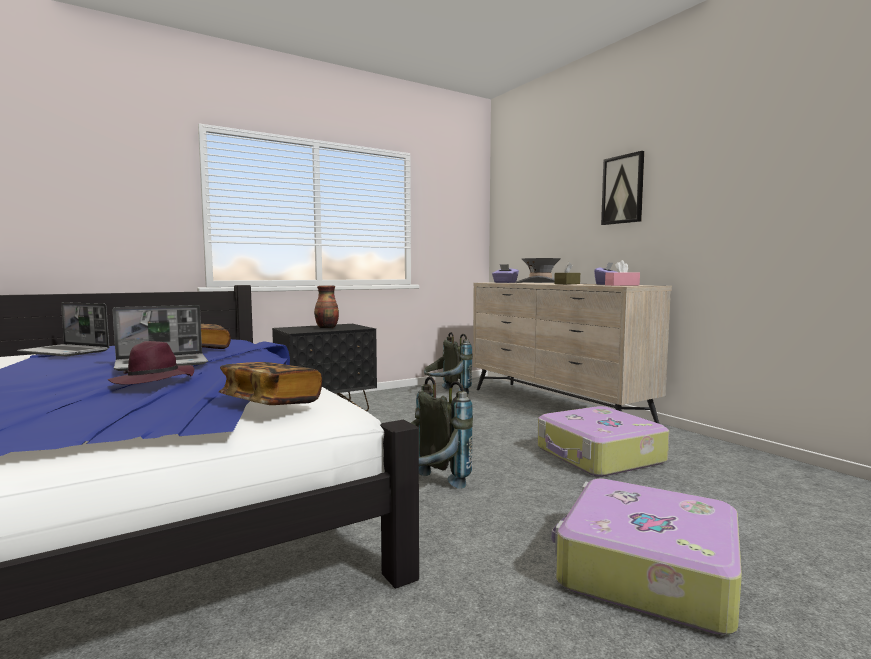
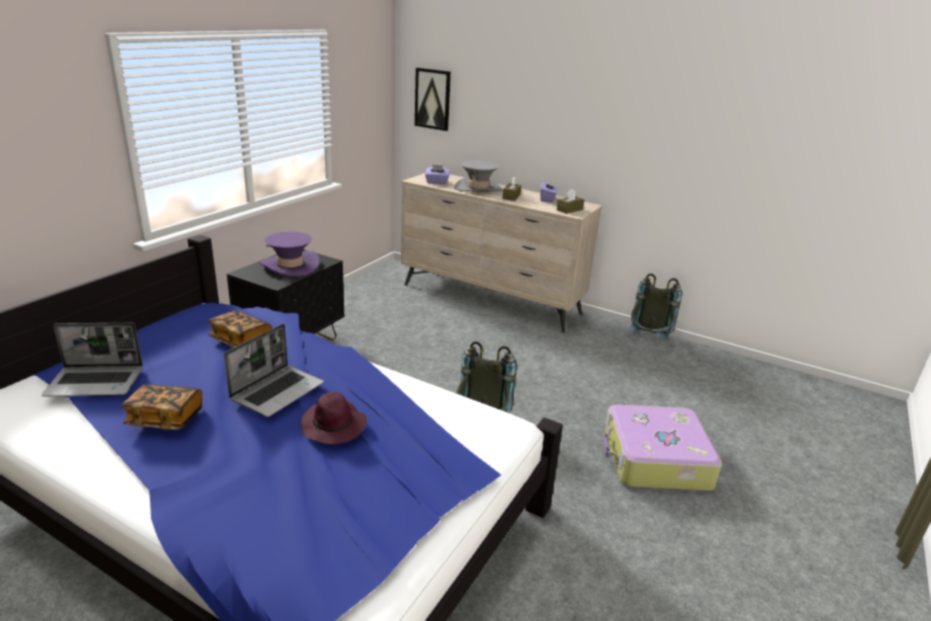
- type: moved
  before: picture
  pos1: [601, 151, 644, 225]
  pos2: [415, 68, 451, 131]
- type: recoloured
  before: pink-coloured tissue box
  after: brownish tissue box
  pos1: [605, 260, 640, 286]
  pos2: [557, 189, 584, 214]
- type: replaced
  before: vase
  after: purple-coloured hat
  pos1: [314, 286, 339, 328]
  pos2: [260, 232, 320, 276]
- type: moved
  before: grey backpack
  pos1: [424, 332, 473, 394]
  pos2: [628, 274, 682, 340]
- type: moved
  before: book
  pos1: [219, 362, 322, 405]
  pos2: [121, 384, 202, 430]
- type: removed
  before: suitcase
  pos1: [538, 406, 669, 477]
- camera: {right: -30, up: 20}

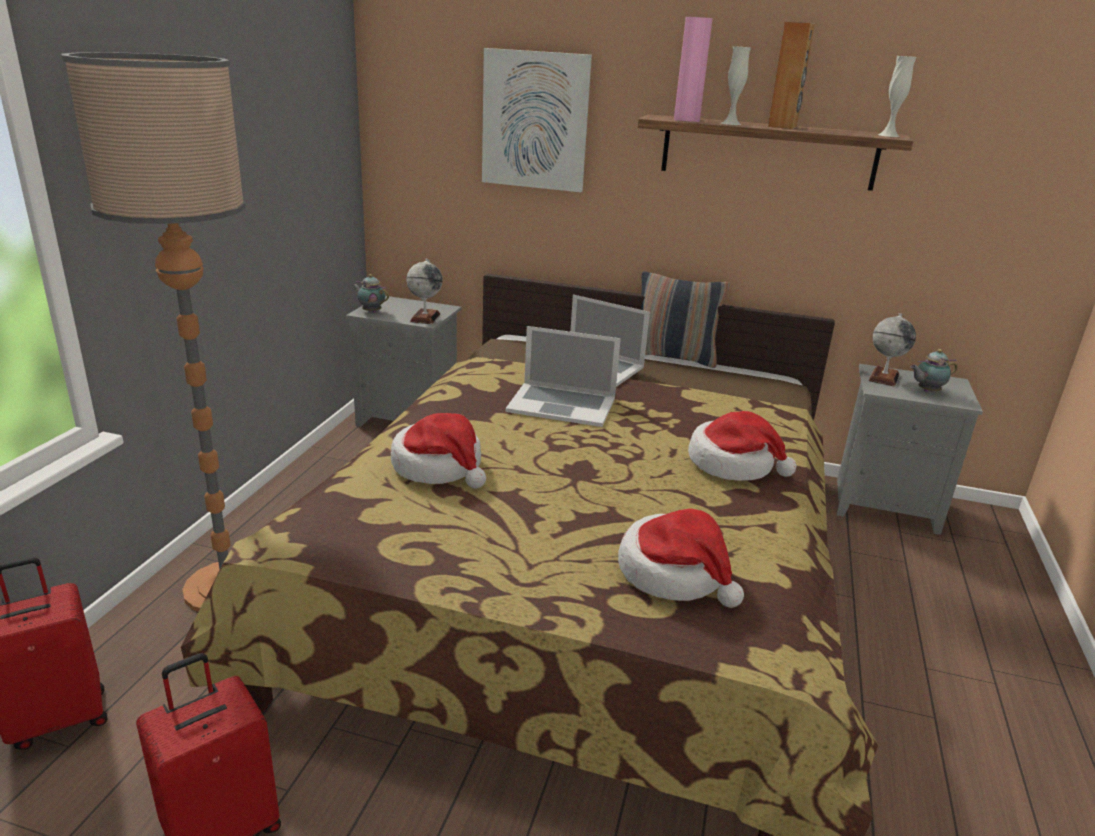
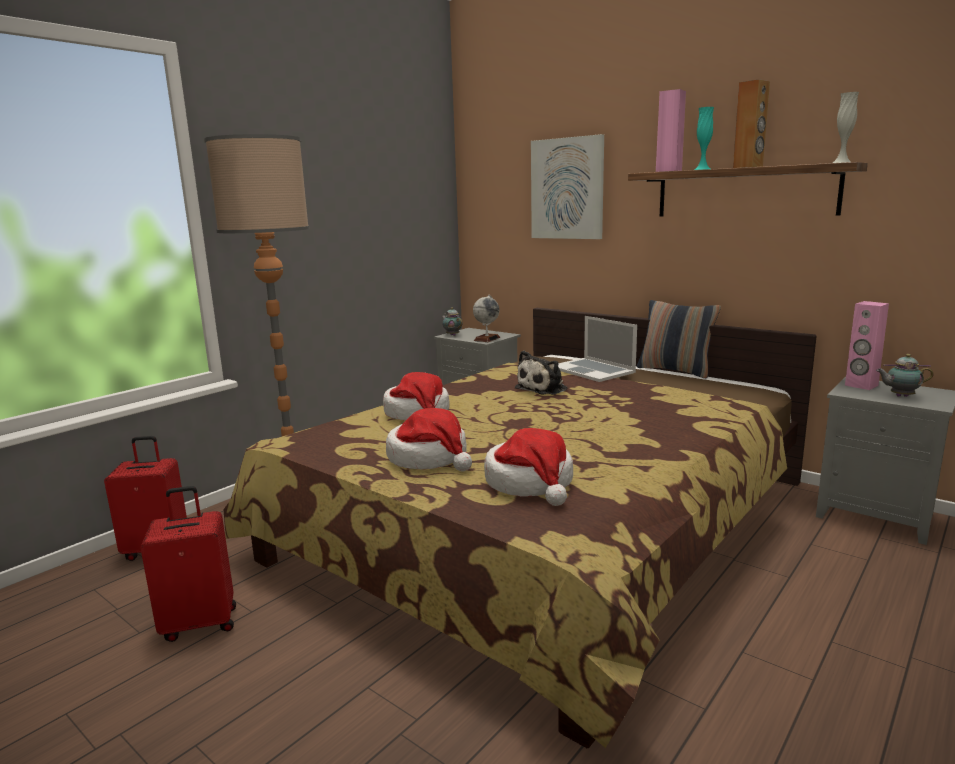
- type: recoloured
  before: whitish vase
  after: turquoise-coloured vase
  pos1: [721, 46, 751, 125]
  pos2: [695, 107, 714, 170]
- type: replaced
  before: desk globe
  after: pink-coloured loudspeaker
  pos1: [868, 313, 916, 387]
  pos2: [845, 301, 889, 390]
- type: replaced
  before: notebook computer
  after: plush toy
  pos1: [505, 326, 621, 427]
  pos2: [515, 351, 568, 395]
- type: moved
  before: hat
  pos1: [688, 411, 797, 481]
  pos2: [386, 408, 472, 471]
- camera: {right: 25, up: -10}

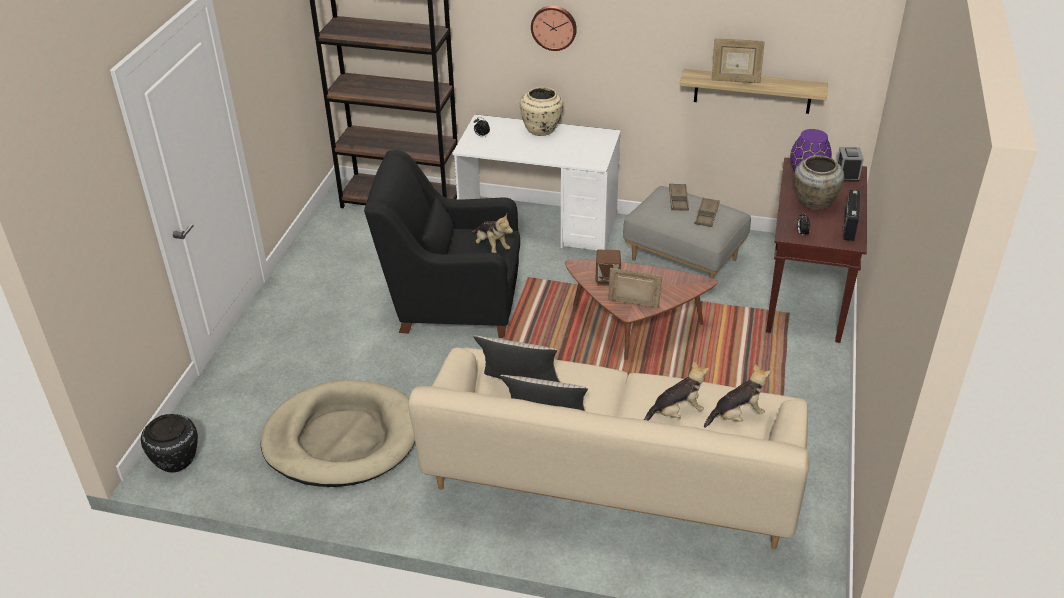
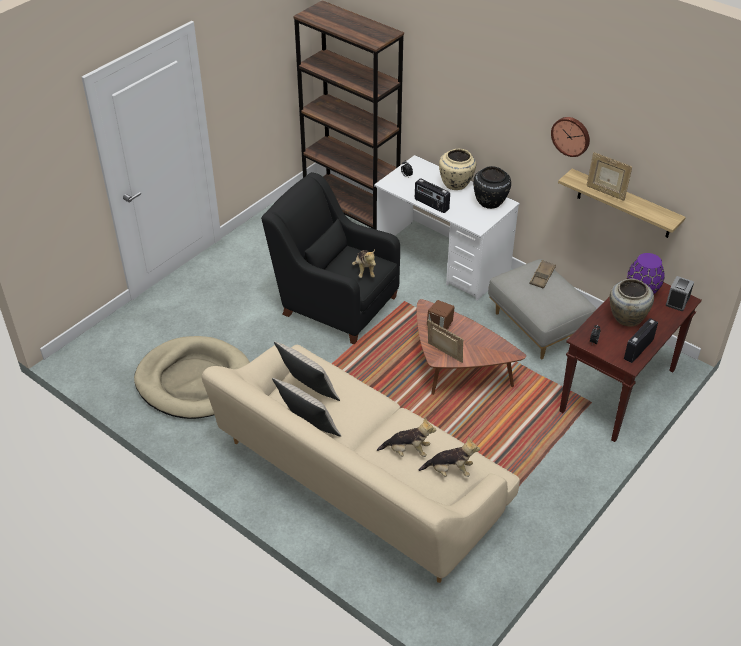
- type: moved
  before: clock on the wall
  pos1: [531, 6, 577, 51]
  pos2: [551, 117, 590, 157]
- type: removed
  before: brownish serving tray
  pos1: [694, 197, 720, 227]
- type: moved
  before: blackish vase
  pos1: [141, 414, 198, 473]
  pos2: [473, 166, 511, 209]
- type: added
  after: radio set
  pos2: [415, 178, 450, 213]
- camera: {right: 25, up: 5}

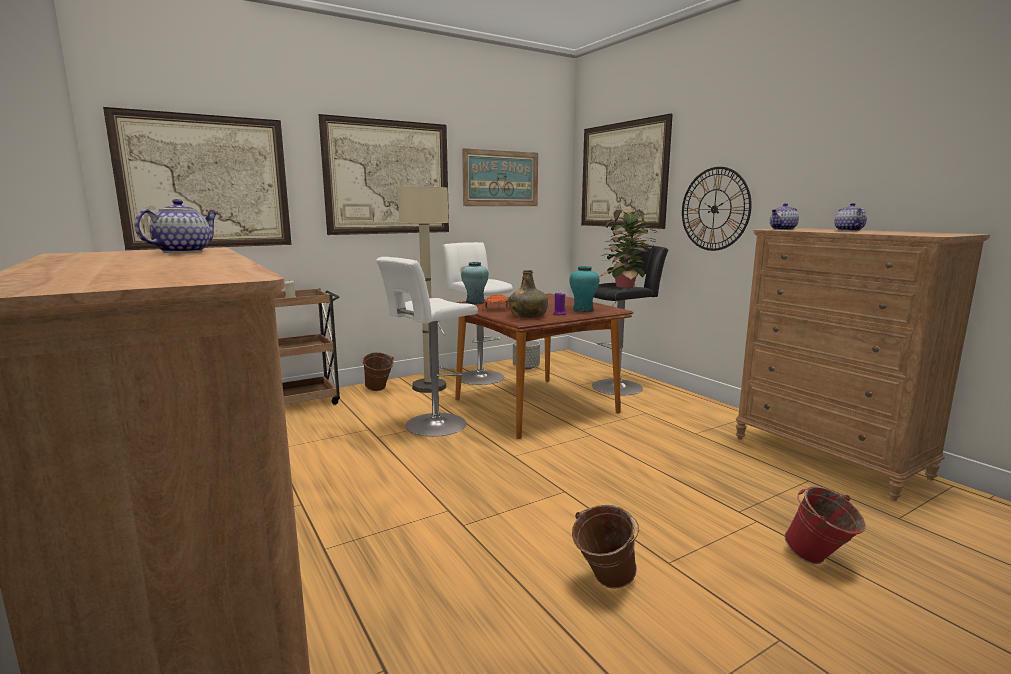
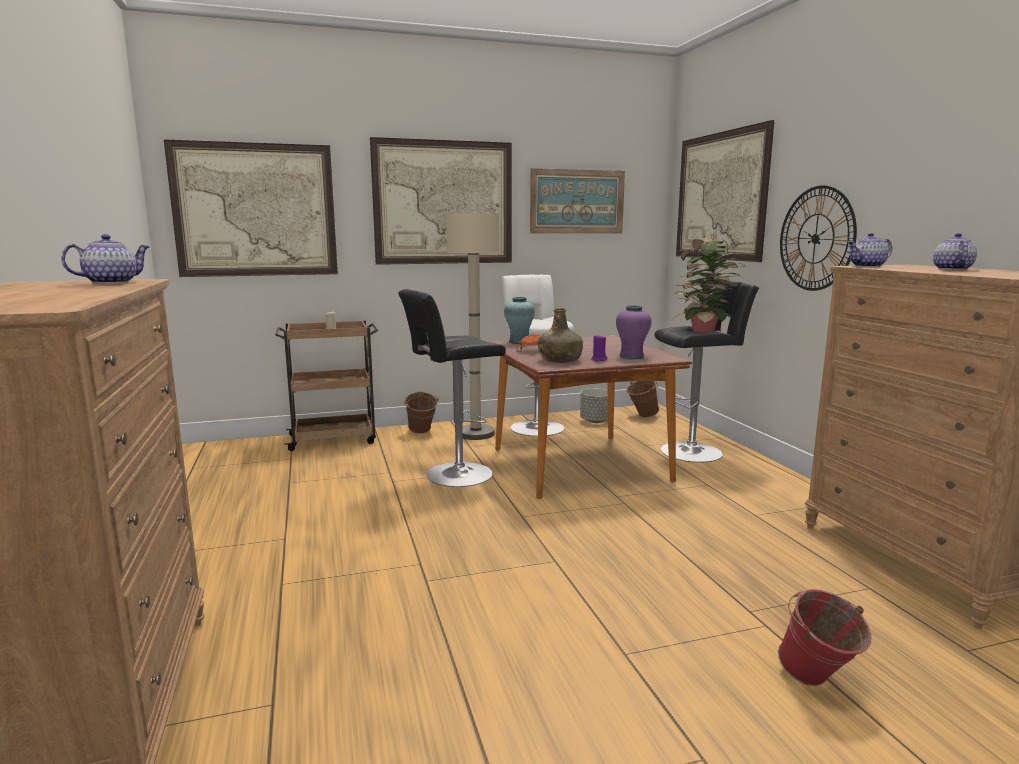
- type: recoloured
  before: whitish stool seat
  after: blackish stool seat
  pos1: [376, 257, 478, 437]
  pos2: [398, 289, 506, 487]
- type: recoloured
  before: turquoise-coloured vase
  after: purple-coloured vase
  pos1: [569, 266, 599, 312]
  pos2: [616, 305, 651, 359]
- type: moved
  before: brownish pail
  pos1: [572, 505, 639, 589]
  pos2: [627, 381, 659, 417]
- camera: {right: 15, up: 0}

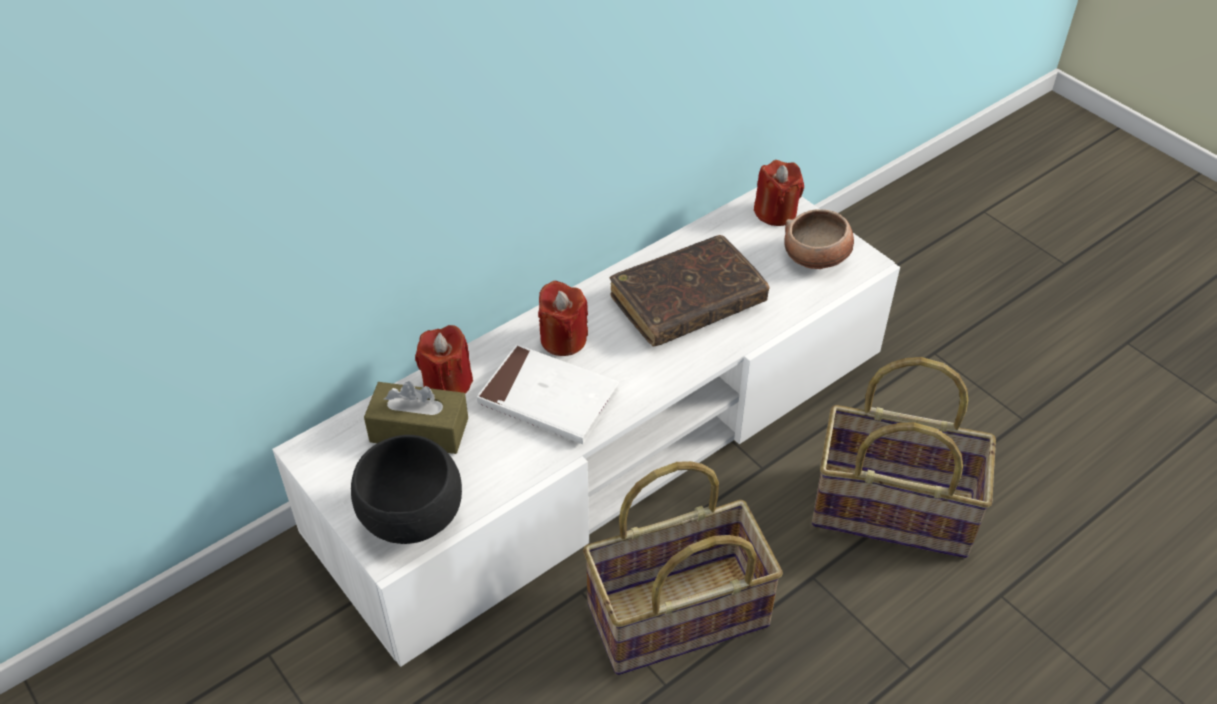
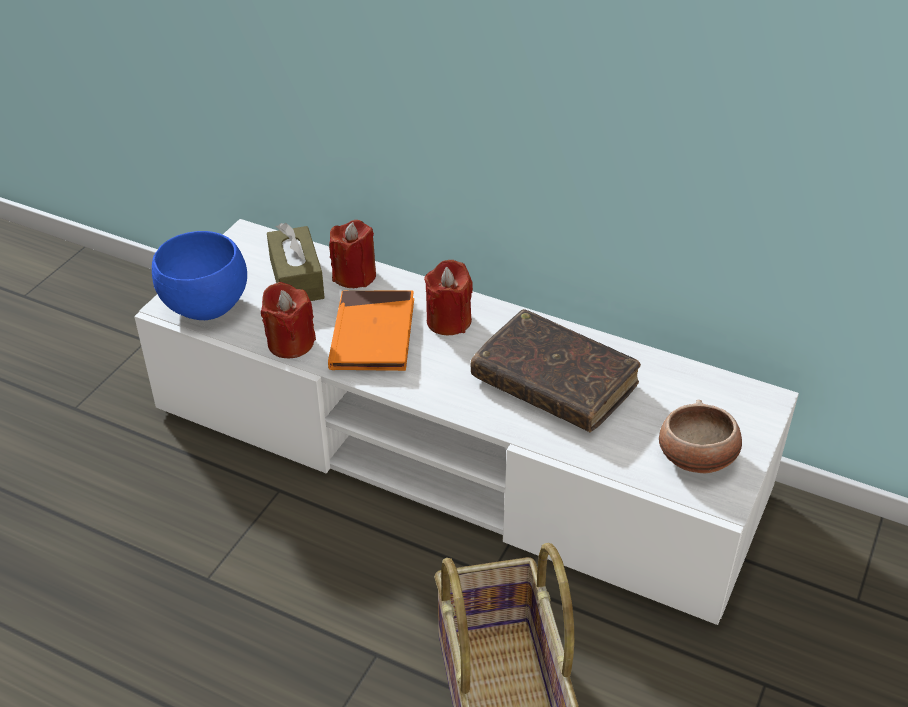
- type: moved
  before: red-coloured wax light
  pos1: [754, 160, 804, 226]
  pos2: [261, 282, 316, 358]
- type: recoloured
  before: whitish book
  after: orange book
  pos1: [477, 344, 620, 444]
  pos2: [328, 290, 414, 371]
- type: recoloured
  before: blackish bowl
  after: blue-coloured bowl
  pos1: [351, 435, 462, 544]
  pos2: [152, 231, 247, 320]
- type: removed
  before: storage basket
  pos1: [583, 461, 783, 675]
- camera: {right: 65, up: -5}

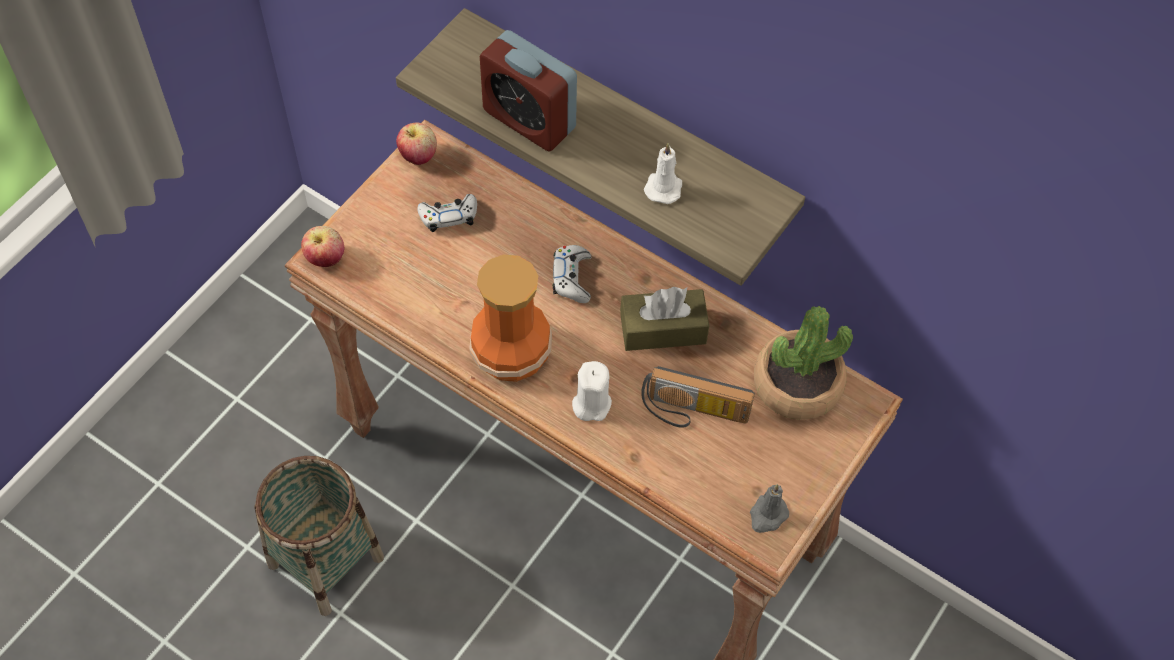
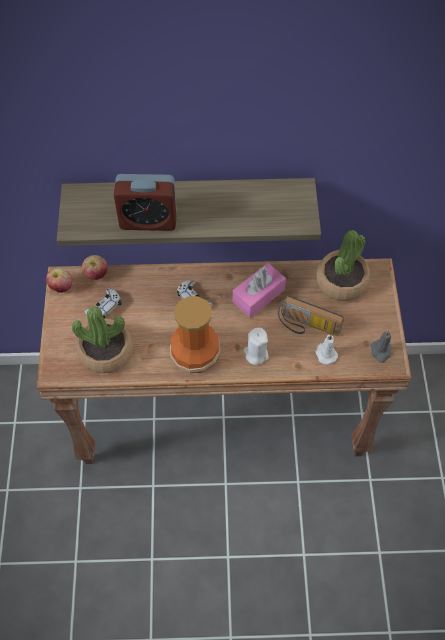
- type: moved
  before: whitish wax light
  pos1: [644, 143, 682, 204]
  pos2: [316, 335, 338, 365]
- type: moved
  before: apple
  pos1: [301, 226, 344, 267]
  pos2: [82, 255, 108, 280]
- type: recoloured
  before: brownish tissue box
  after: pink-coloured tissue box
  pos1: [620, 287, 709, 351]
  pos2: [233, 263, 286, 318]
- type: turned
  before: radio set
  pos1: [641, 366, 755, 428]
  pos2: [278, 296, 344, 336]
  turn: 45
- type: removed
  before: storage basket
  pos1: [254, 456, 384, 616]
- type: added
  after: houseplant
  pos2: [72, 306, 133, 373]
- camera: {right: -35, up: 0}

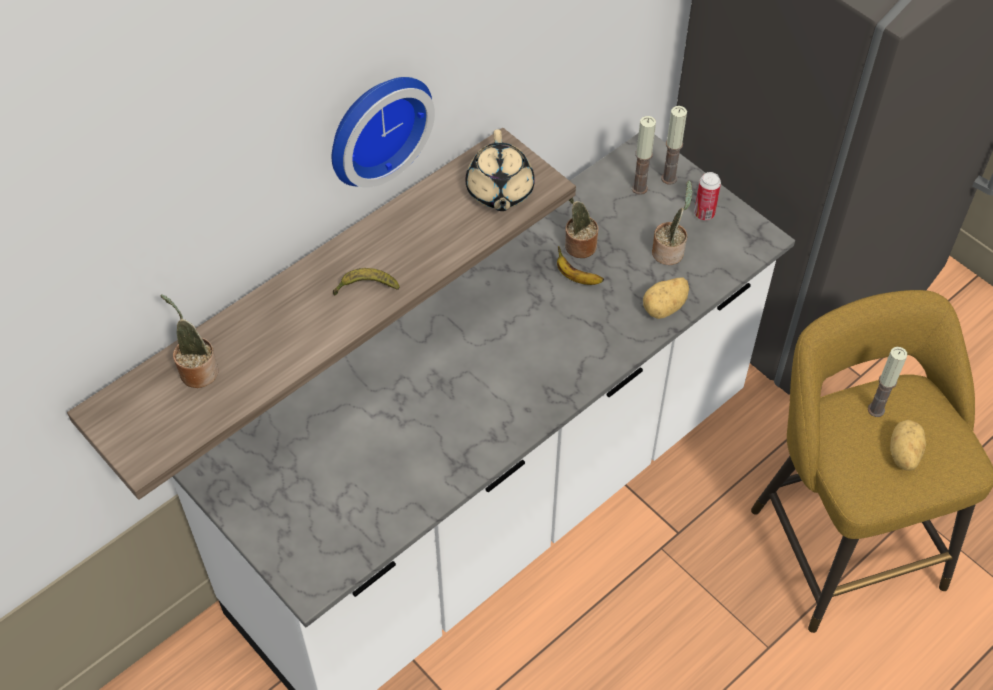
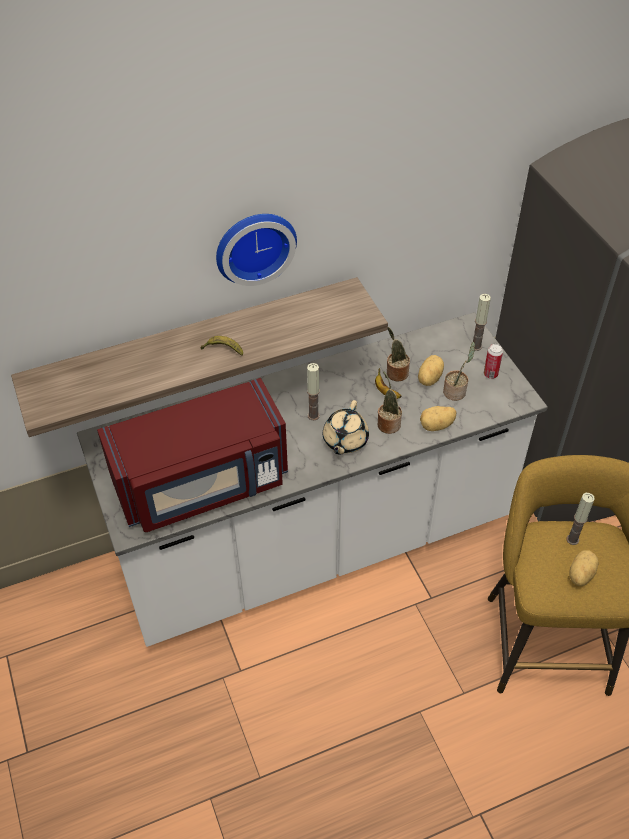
- type: moved
  before: wax light
  pos1: [632, 116, 656, 195]
  pos2: [307, 363, 320, 420]
- type: moved
  before: beige-coloured teapot
  pos1: [465, 129, 535, 211]
  pos2: [323, 400, 369, 455]
- type: moved
  before: houseplant
  pos1: [160, 295, 219, 388]
  pos2: [378, 371, 402, 434]
- type: added
  after: whole potato
  pos2: [418, 355, 444, 386]
- type: added
  after: red-coloured kitchen microwave
  pos2: [97, 378, 288, 532]
- camera: {right: 20, up: -5}

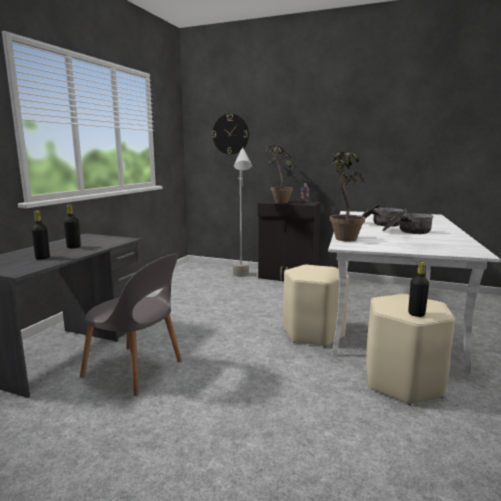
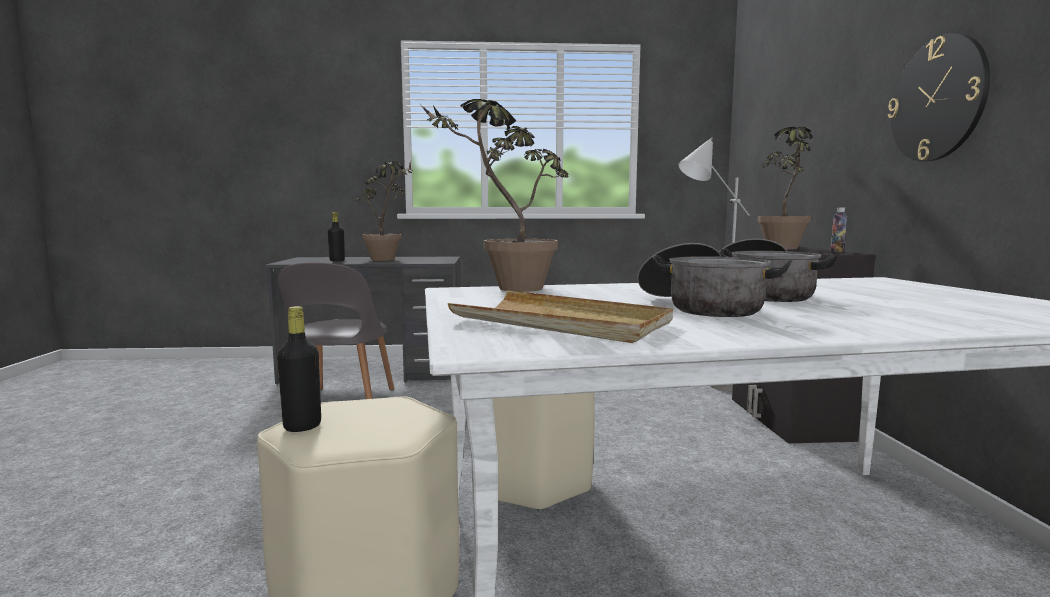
- type: moved
  before: clock on the wall
  pos1: [212, 114, 249, 155]
  pos2: [888, 34, 990, 161]
- type: replaced
  before: blackish beverage bottle
  after: houseplant
  pos1: [64, 204, 81, 248]
  pos2: [355, 162, 412, 261]
- type: added
  after: beige-coloured serving tray
  pos2: [448, 290, 673, 343]
- camera: {right: 65, up: -5}

